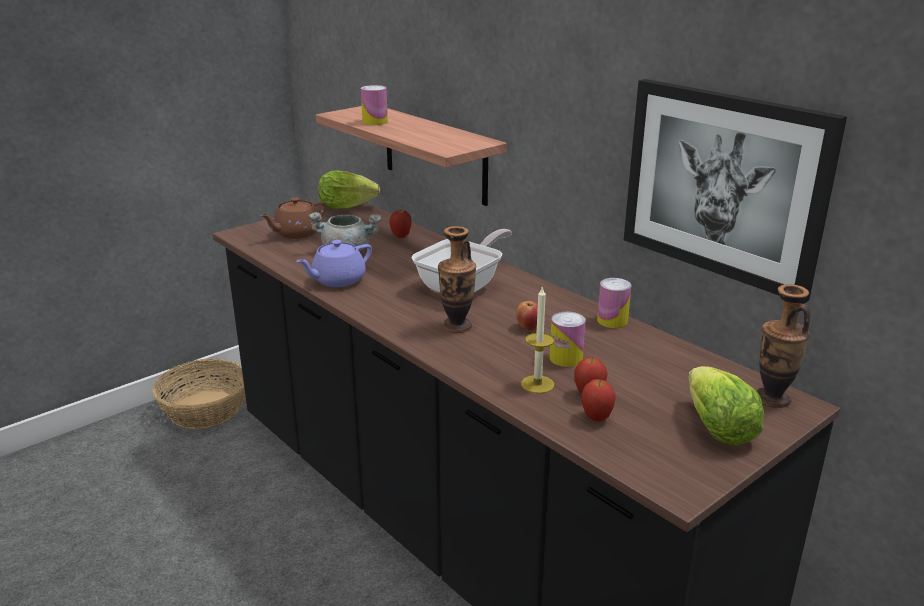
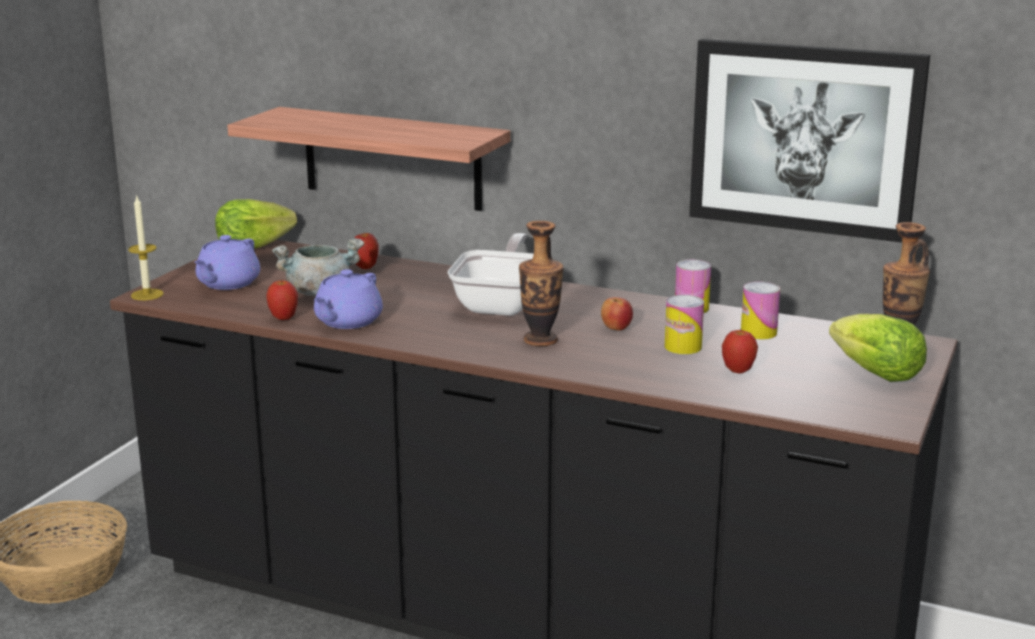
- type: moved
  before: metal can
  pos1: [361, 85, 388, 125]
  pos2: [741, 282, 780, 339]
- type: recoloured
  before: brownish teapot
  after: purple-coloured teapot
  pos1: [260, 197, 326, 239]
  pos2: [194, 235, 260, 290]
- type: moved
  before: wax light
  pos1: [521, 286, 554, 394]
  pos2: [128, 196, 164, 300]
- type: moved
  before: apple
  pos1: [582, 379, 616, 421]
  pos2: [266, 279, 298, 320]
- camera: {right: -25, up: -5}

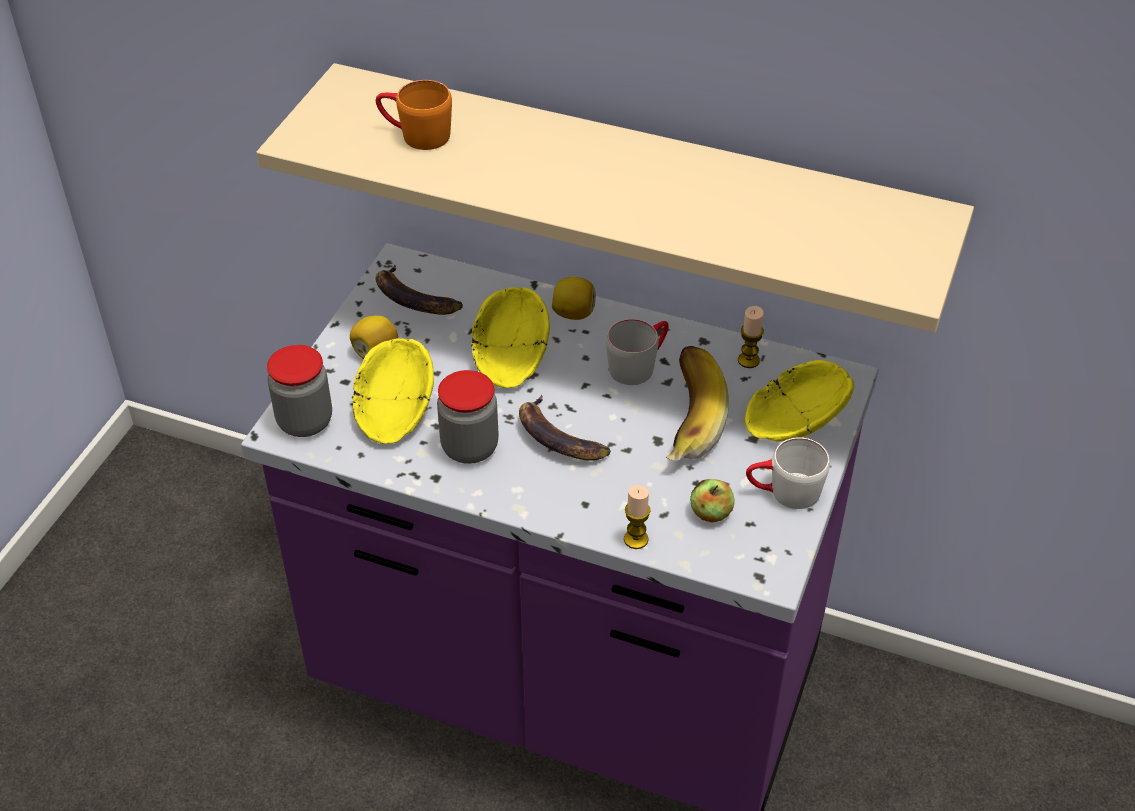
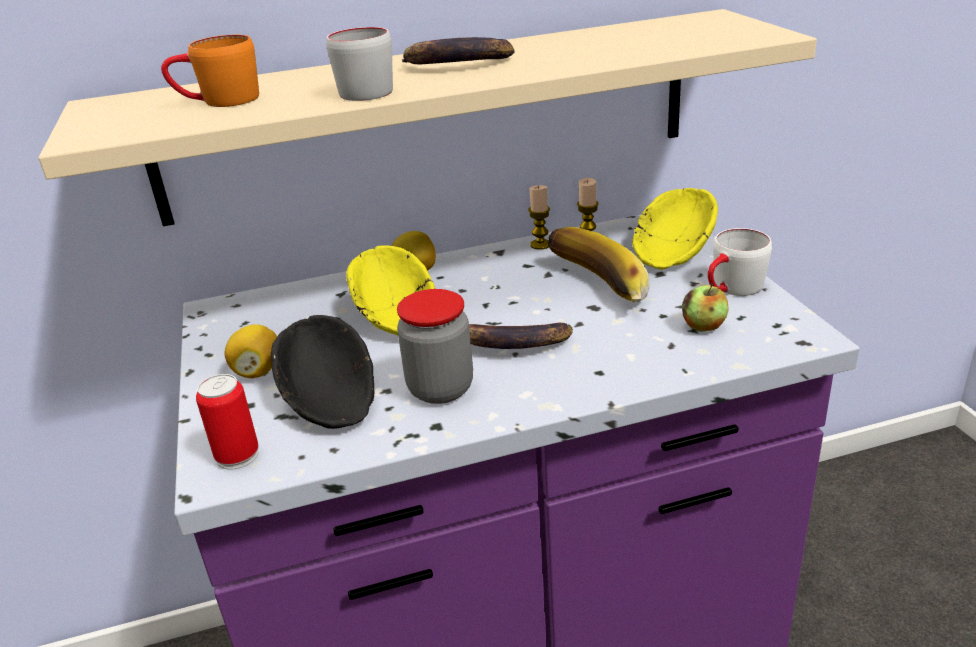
- type: moved
  before: whole banana
  pos1: [376, 265, 463, 315]
  pos2: [402, 37, 515, 64]
- type: moved
  before: grey coffee mug
  pos1: [606, 319, 669, 385]
  pos2: [326, 27, 393, 101]
- type: recoloured
  before: yellow-coloured bowl
  after: blackish bowl
  pos1: [352, 338, 434, 444]
  pos2: [271, 315, 374, 429]
- type: replaced
  before: storage jar
  after: metal can
  pos1: [267, 345, 332, 437]
  pos2: [196, 374, 259, 470]
- type: moved
  before: wax light
  pos1: [624, 485, 651, 549]
  pos2: [528, 185, 550, 250]
- camera: {right: -35, up: -15}

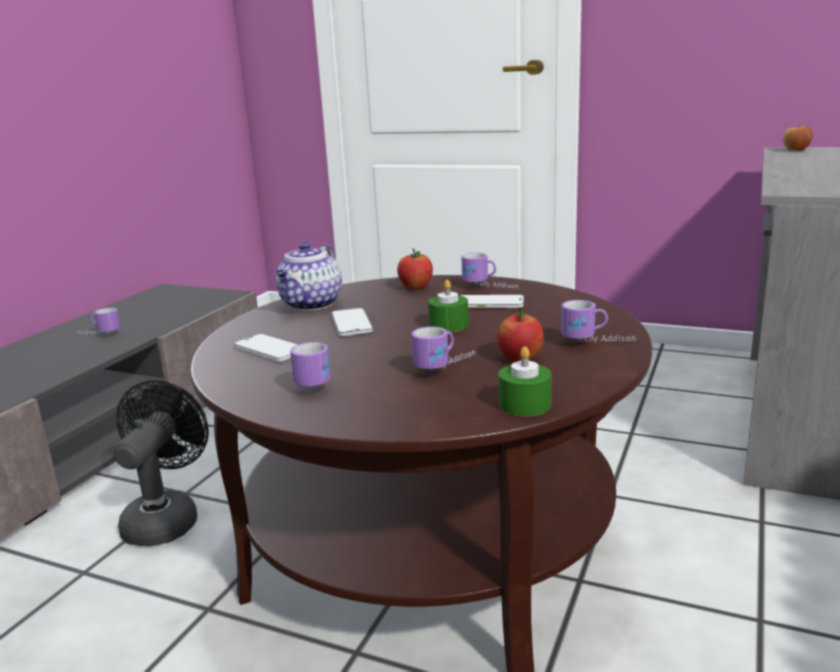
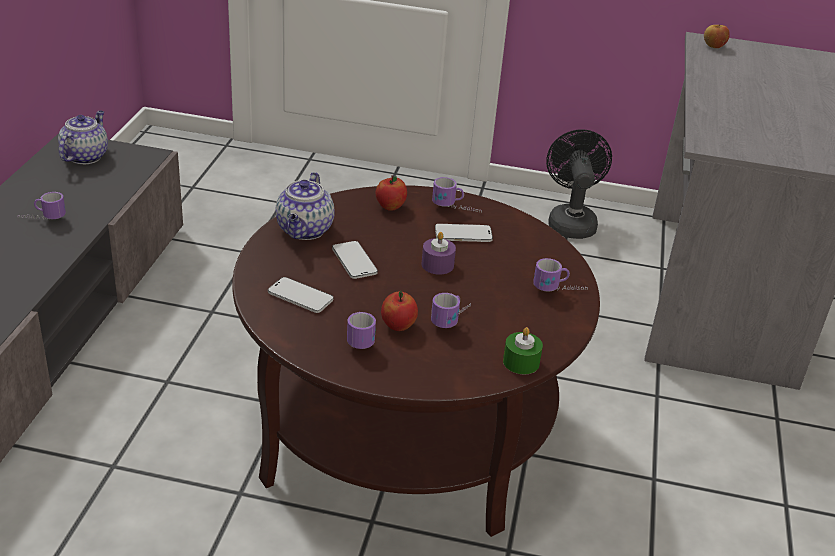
- type: recoloured
  before: green-coloured wax light
  after: purple-coloured wax light
  pos1: [428, 280, 469, 332]
  pos2: [422, 232, 456, 275]
- type: moved
  before: apple
  pos1: [497, 307, 544, 362]
  pos2: [381, 291, 418, 331]
- type: moved
  before: blackish fan
  pos1: [113, 380, 209, 546]
  pos2: [546, 129, 612, 239]
- type: added
  after: teapot
  pos2: [58, 111, 108, 164]
- camera: {right: -15, up: 15}

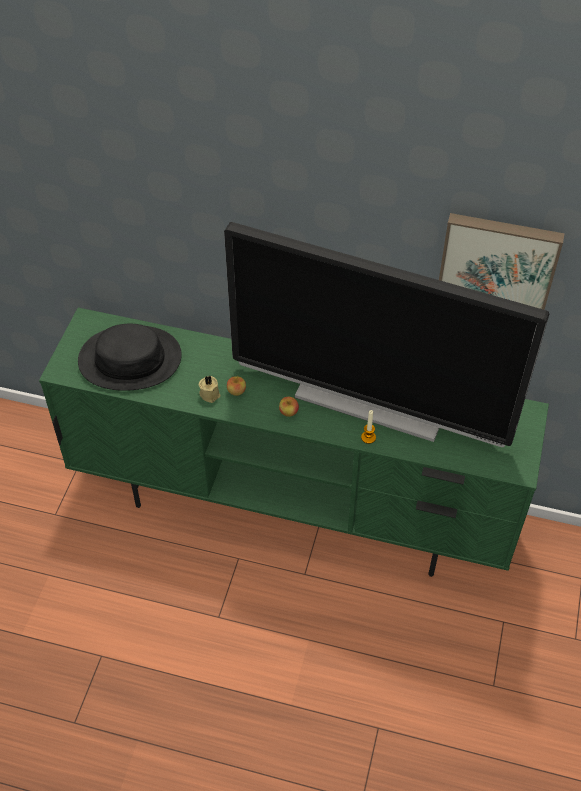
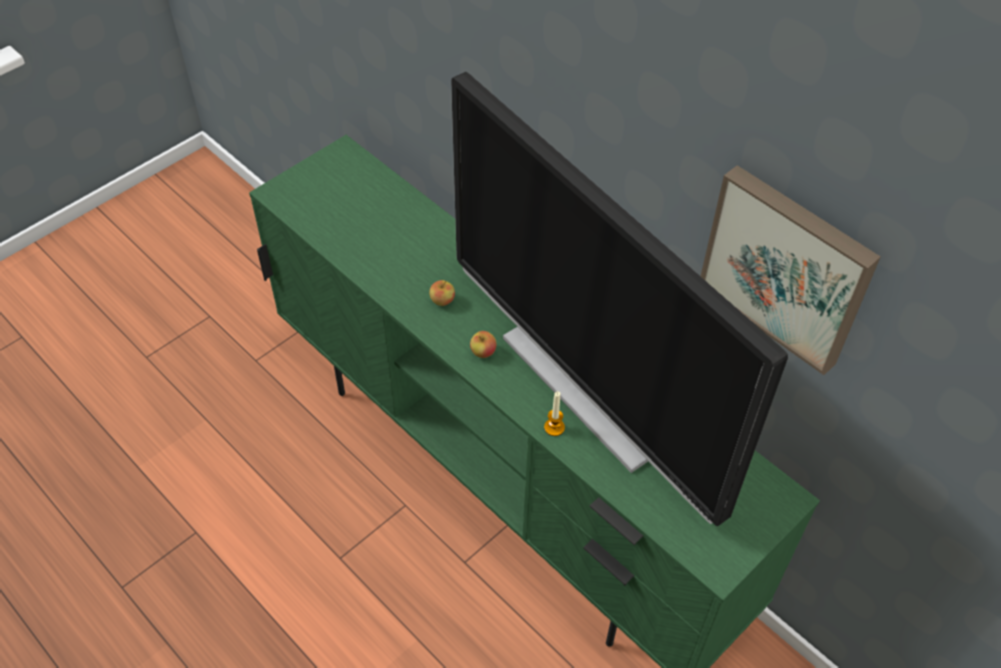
- type: removed
  before: blackish hat
  pos1: [78, 324, 182, 391]
- type: removed
  before: beige-coloured wax light
  pos1: [199, 376, 220, 403]
- camera: {right: 30, up: 0}

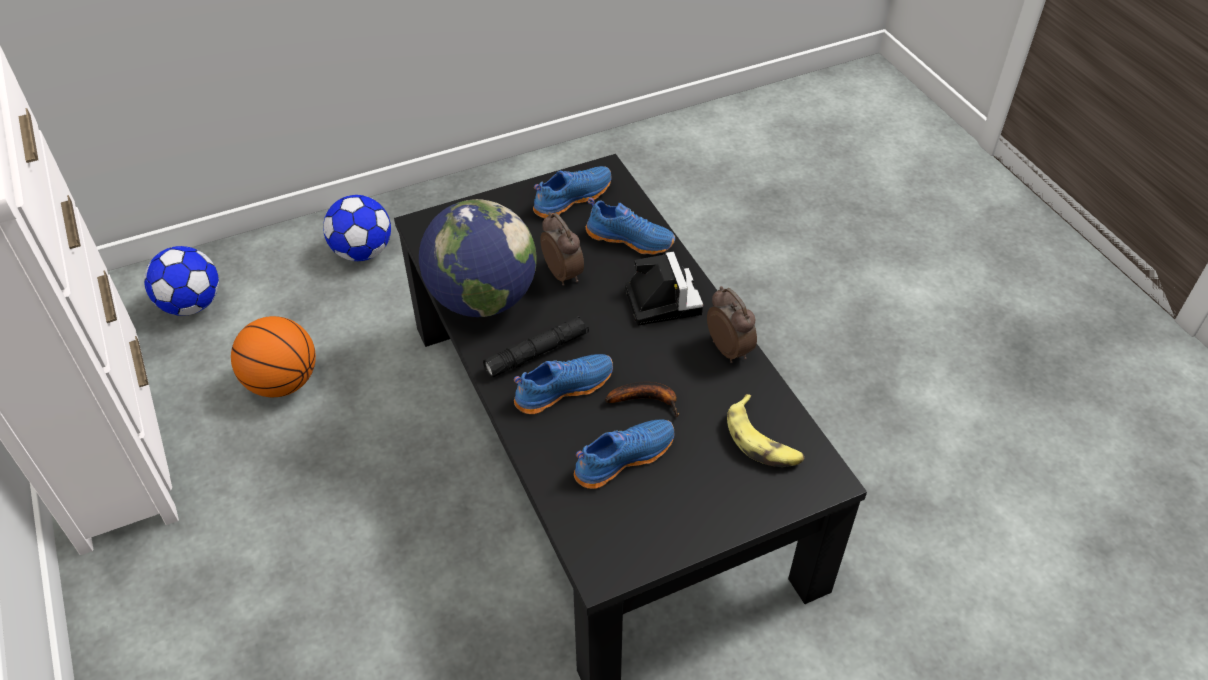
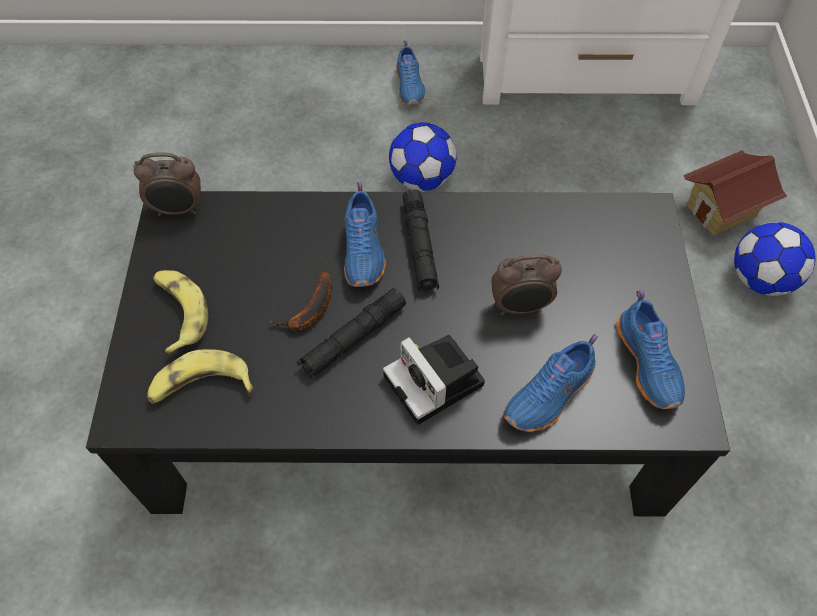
- type: removed
  before: desk globe
  pos1: [419, 199, 537, 317]
- type: moved
  before: football ball
  pos1: [144, 246, 219, 316]
  pos2: [389, 122, 456, 191]
- type: turned
  before: still camera
  pos1: [625, 252, 703, 326]
  pos2: [383, 335, 485, 425]
  turn: 45
- type: moved
  before: table clock
  pos1: [707, 286, 757, 363]
  pos2: [133, 152, 201, 216]
- type: removed
  before: basketball ball
  pos1: [231, 316, 316, 397]
- type: moved
  before: blue-coloured low shoe
  pos1: [574, 419, 674, 489]
  pos2: [396, 40, 426, 105]
- type: added
  after: toy house
  pos2: [683, 150, 787, 236]
- type: added
  after: whole banana
  pos2: [153, 270, 208, 355]
- type: added
  after: blackish torch
  pos2: [297, 288, 406, 379]
- camera: {right: 115, up: 10}

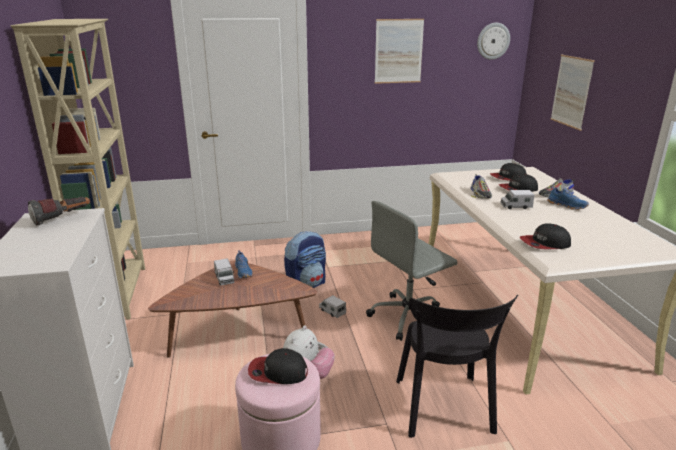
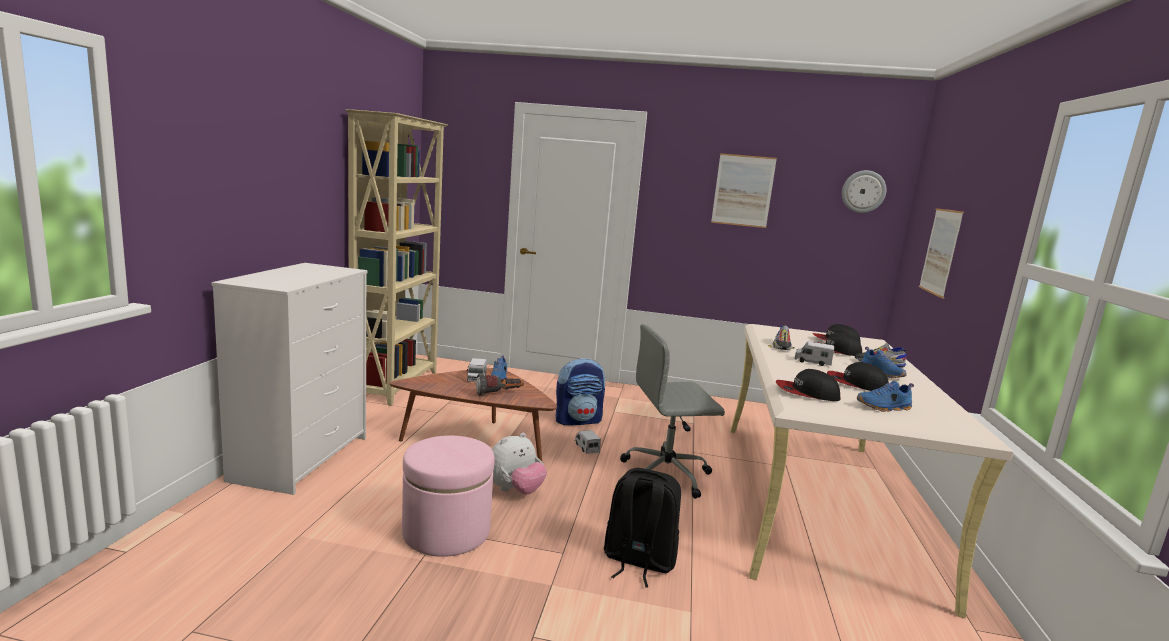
- type: moved
  before: torch
  pos1: [28, 197, 90, 225]
  pos2: [476, 374, 524, 396]
- type: replaced
  before: blackish upright chair
  after: blackish backpack
  pos1: [396, 295, 518, 438]
  pos2: [604, 468, 681, 587]
- type: moved
  before: cap
  pos1: [248, 348, 308, 384]
  pos2: [827, 362, 889, 391]
- type: added
  after: blue-coloured low shoe
  pos2: [857, 381, 914, 412]
- camera: {right: 20, up: -10}

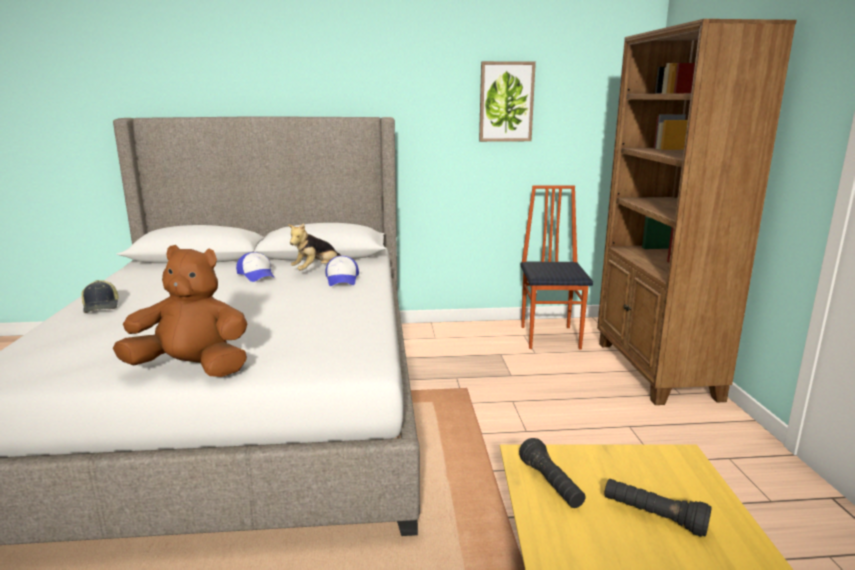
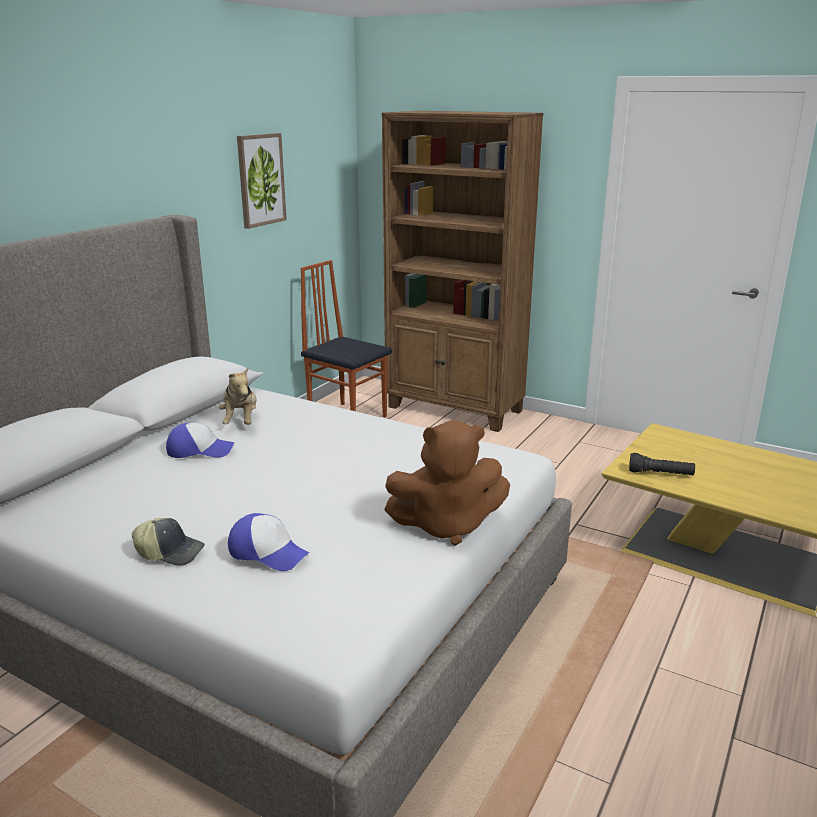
- type: turned
  before: brownish plush toy
  pos1: [113, 245, 247, 377]
  pos2: [384, 420, 510, 546]
  turn: -135
- type: moved
  before: cap
  pos1: [325, 256, 359, 286]
  pos2: [228, 513, 310, 571]
- type: removed
  before: blackish torch
  pos1: [604, 479, 712, 537]
- camera: {right: -55, up: 5}

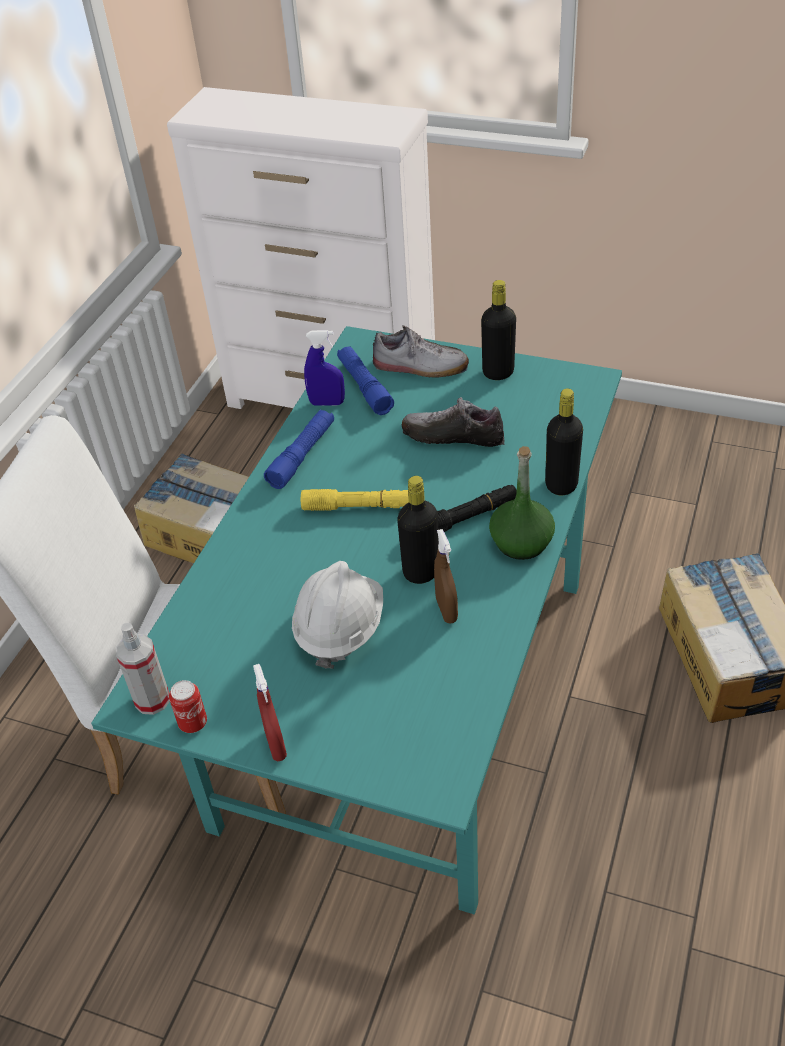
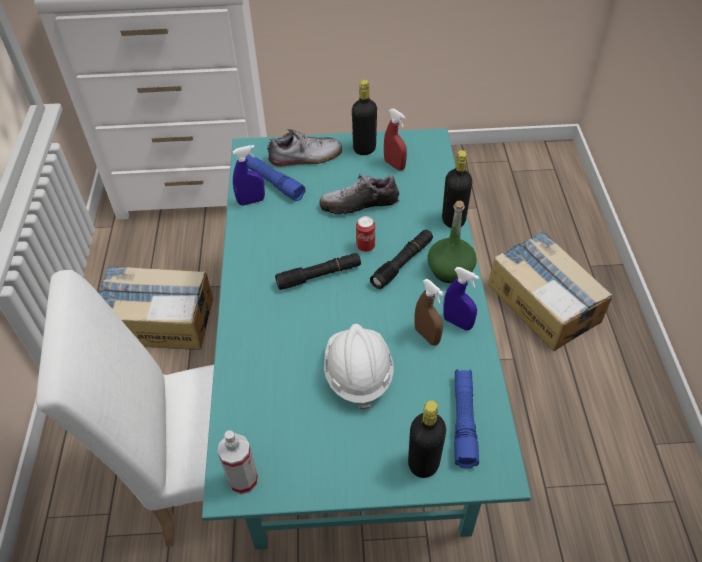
- type: moved
  before: blue-coloured torch
  pos1: [264, 410, 334, 489]
  pos2: [454, 369, 479, 468]
- type: moved
  before: blackish beverage bottle
  pos1: [397, 476, 439, 584]
  pos2: [408, 400, 446, 478]
- type: recoloured
  before: yellow-coloured torch
  after: blackish torch
  pos1: [301, 489, 409, 511]
  pos2: [275, 253, 361, 290]
- type: moved
  before: red-coloured hand sprayer
  pos1: [253, 664, 287, 761]
  pos2: [384, 108, 407, 171]
- type: moved
  before: metal can
  pos1: [169, 680, 207, 733]
  pos2: [356, 216, 375, 252]
- type: added
  after: blue-coloured hand sprayer
  pos2: [443, 267, 479, 330]
- camera: {right: -25, up: 5}

